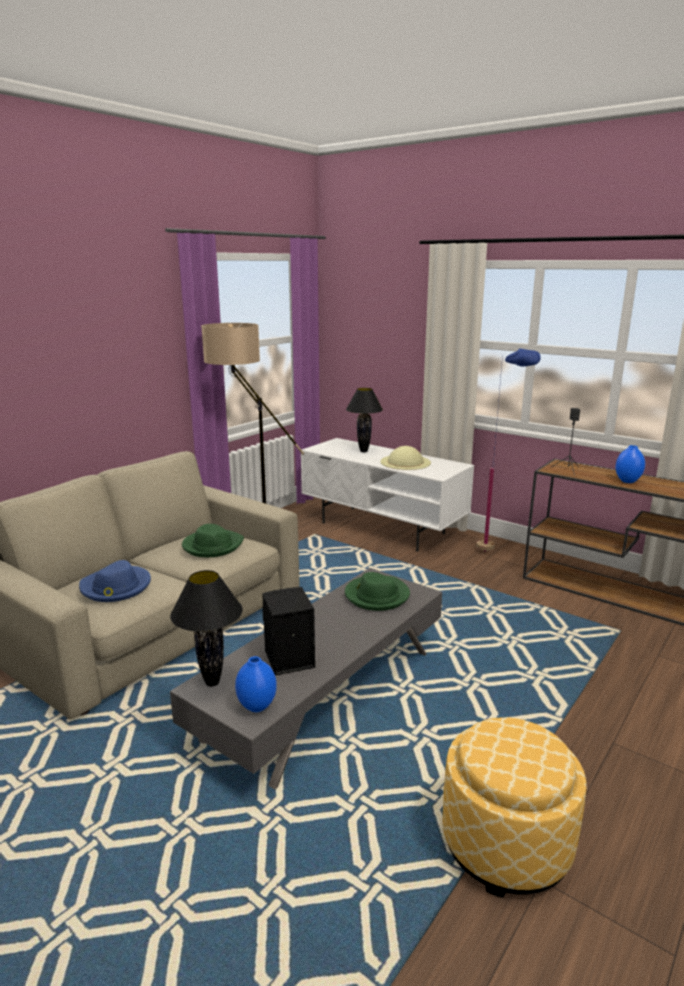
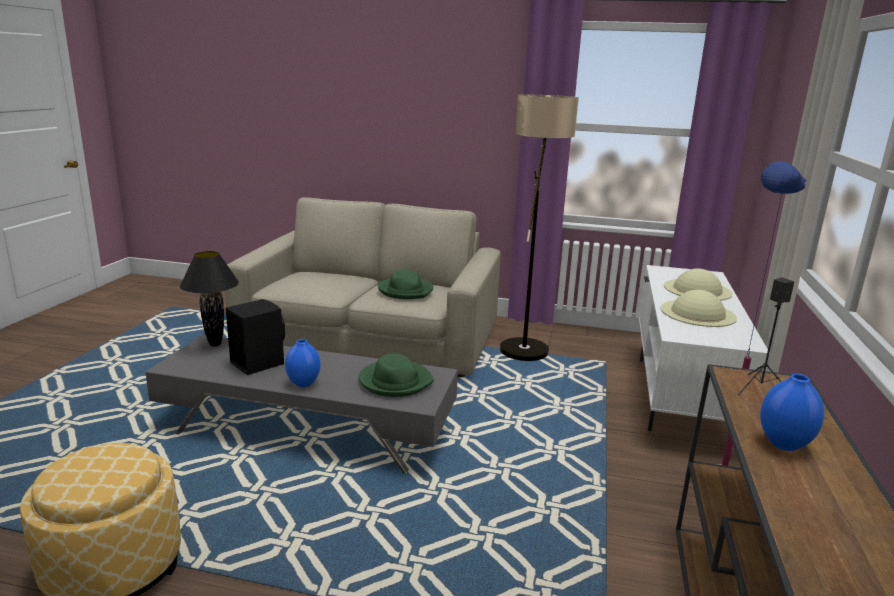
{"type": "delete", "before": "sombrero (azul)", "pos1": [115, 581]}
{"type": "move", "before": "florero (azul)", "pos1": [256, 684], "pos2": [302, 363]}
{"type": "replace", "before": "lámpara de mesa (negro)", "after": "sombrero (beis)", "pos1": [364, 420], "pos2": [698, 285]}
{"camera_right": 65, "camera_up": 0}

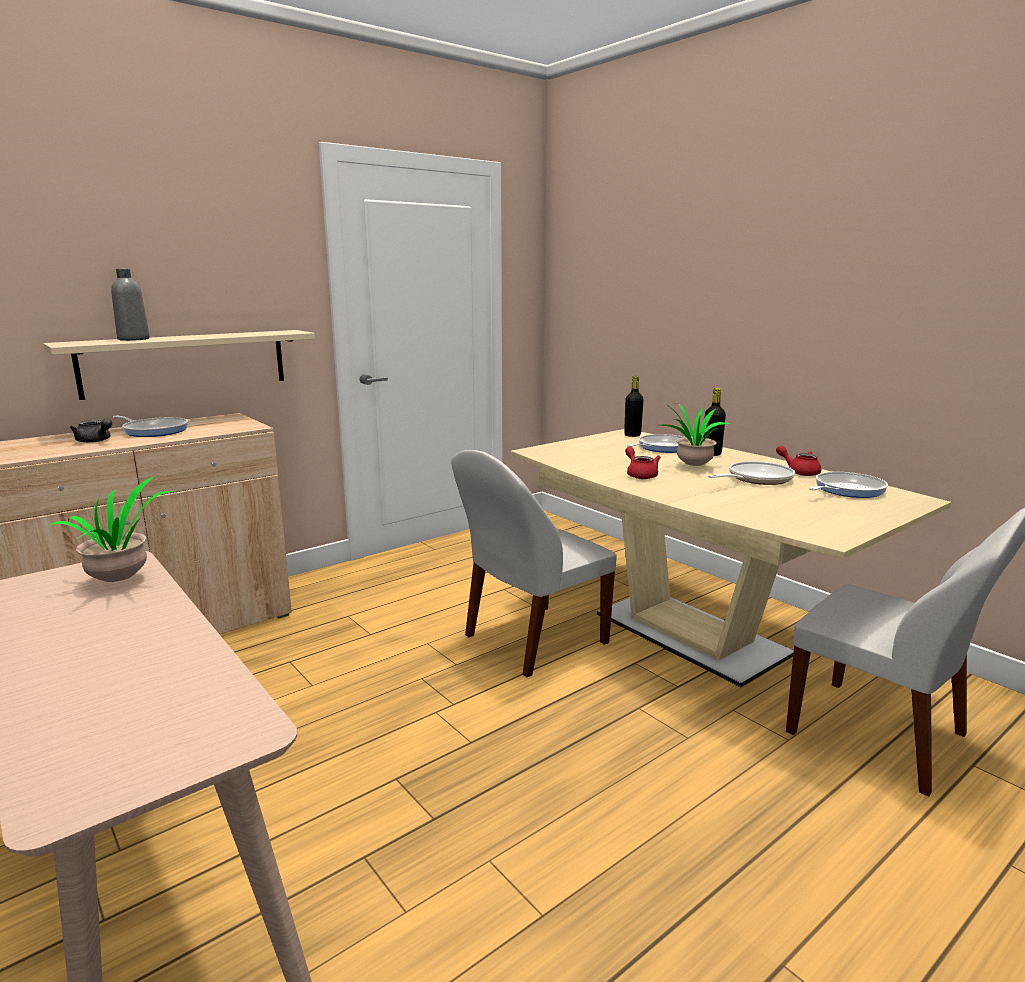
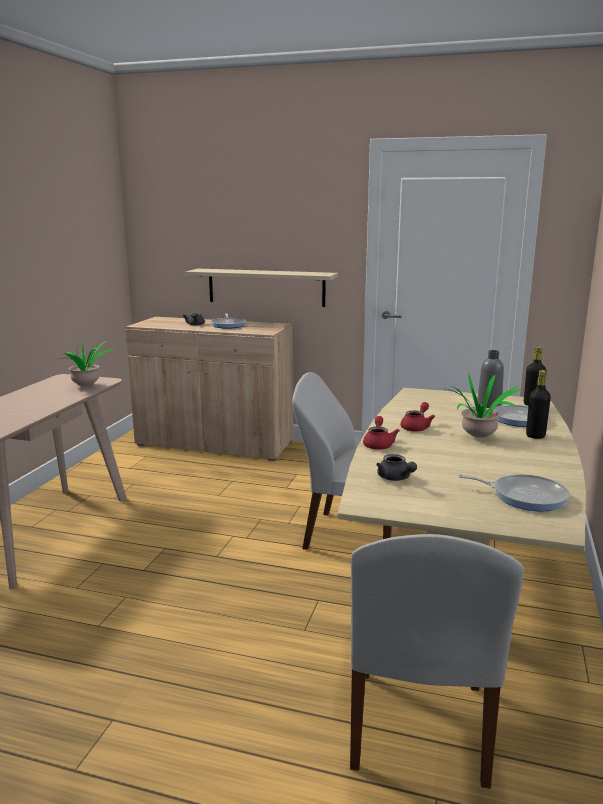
{"type": "delete", "before": "sartén", "pos1": [751, 473]}
{"type": "insert", "after": "tetera (gris)", "pos2": [396, 467]}
{"type": "move", "before": "botella (gris)", "pos1": [130, 305], "pos2": [490, 379]}
{"type": "move", "before": "tetera (rojo)", "pos1": [798, 460], "pos2": [381, 433]}
{"camera_right": 55, "camera_up": 0}

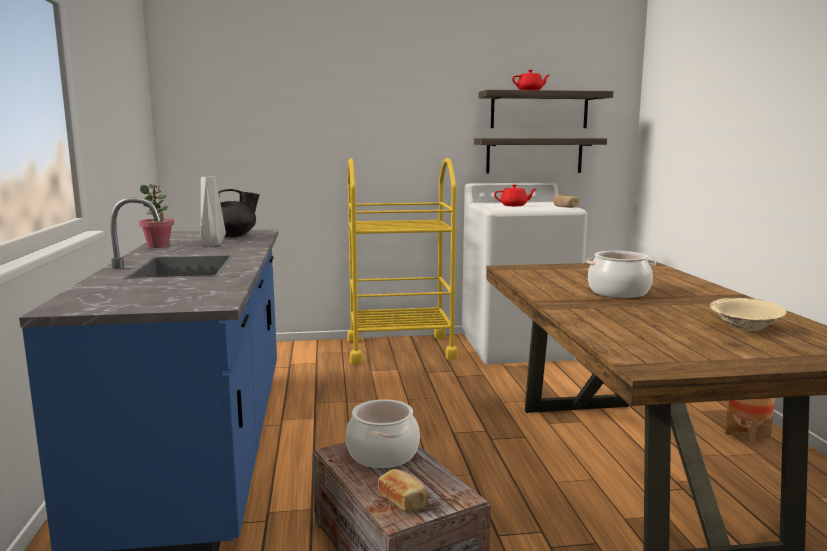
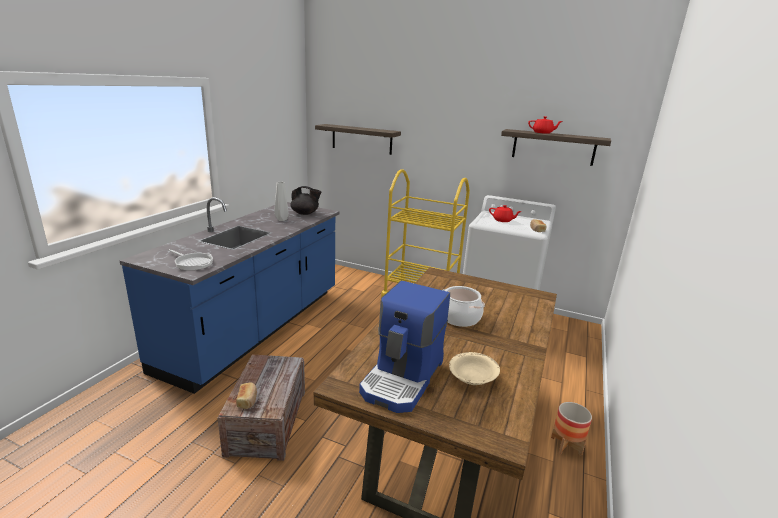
{"type": "delete", "before": "planta en maceta", "pos1": [156, 216]}
{"type": "delete", "before": "olla", "pos1": [383, 433]}
{"type": "insert", "after": "sartén", "pos2": [191, 259]}
{"type": "insert", "after": "cafetera", "pos2": [404, 347]}
{"type": "move", "before": "estante", "pos1": [540, 156], "pos2": [358, 139]}
{"camera_right": 30, "camera_up": 10}

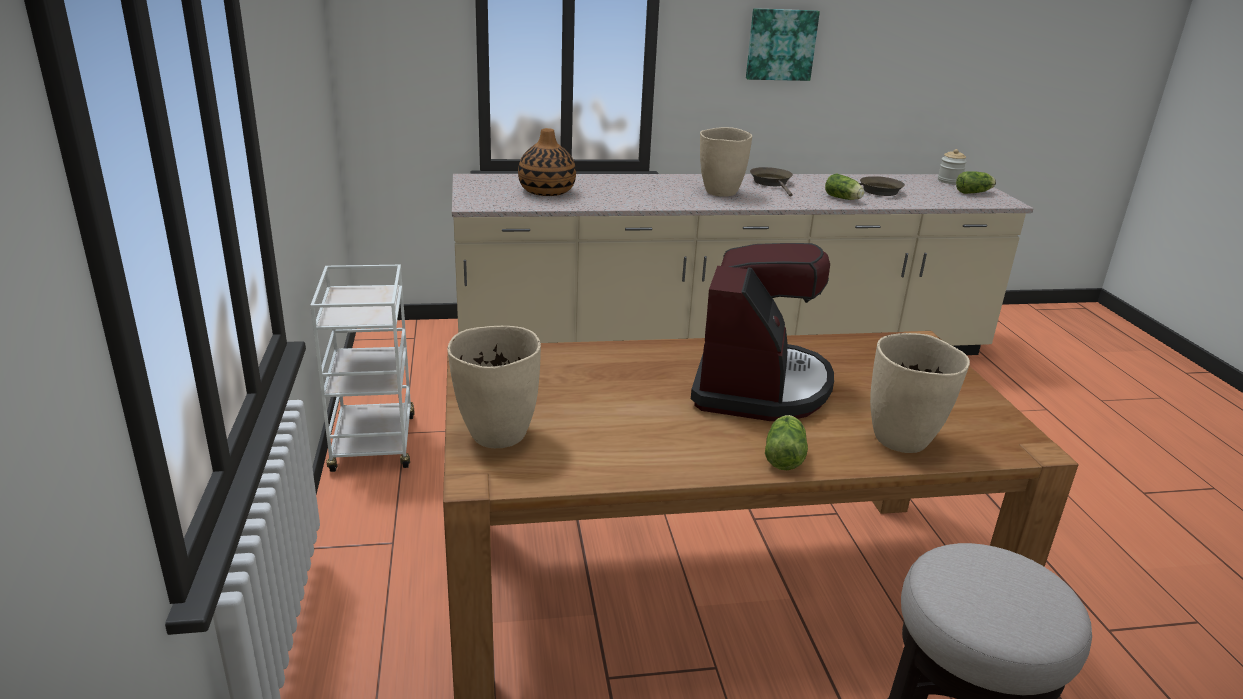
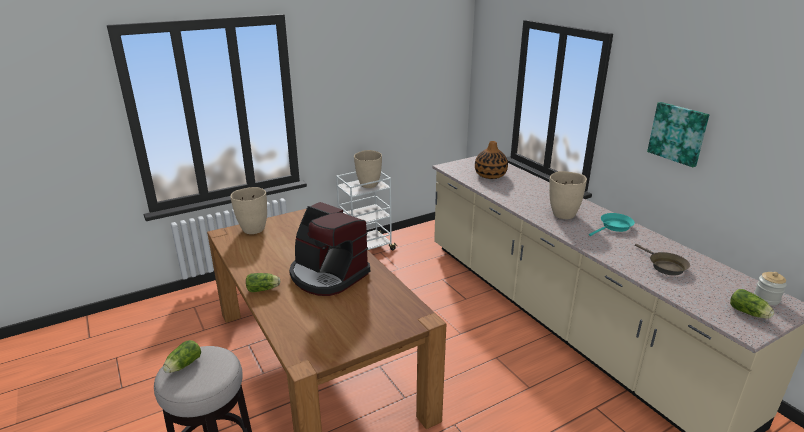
{"type": "move", "before": "lechuga", "pos1": [844, 187], "pos2": [182, 356]}
{"type": "move", "before": "florero (beis)", "pos1": [920, 393], "pos2": [368, 169]}
{"type": "recolor", "before": "sartén (marrón)", "after": "sartén (turquesa)", "pos1": [771, 182], "pos2": [612, 224]}
{"type": "rotate", "before": "cafetera", "pos1": [762, 332], "pos2": [329, 249], "turn": 45}
{"camera_right": 70, "camera_up": 0}

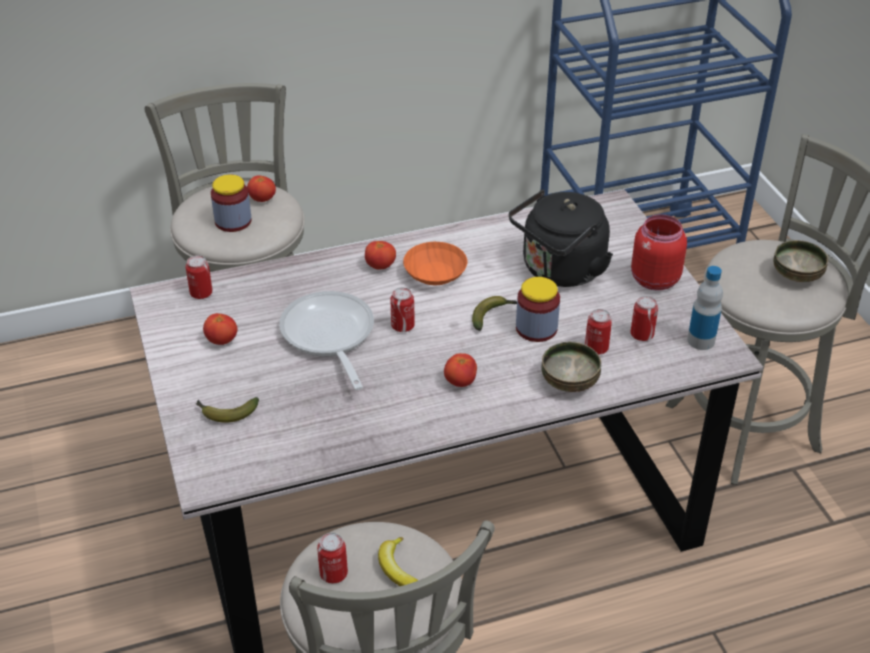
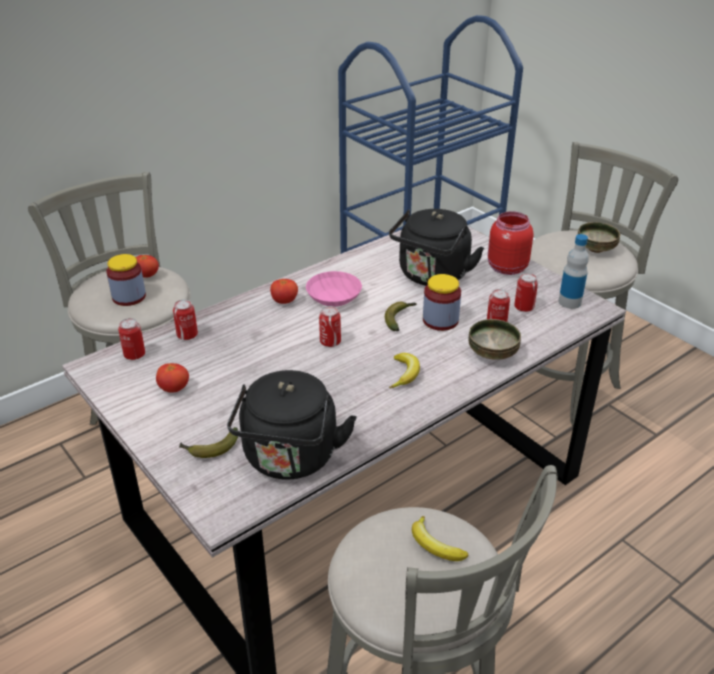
{"type": "delete", "before": "sartén", "pos1": [326, 340]}
{"type": "insert", "after": "hervidor (negro)", "pos2": [292, 424]}
{"type": "move", "before": "lata", "pos1": [332, 558], "pos2": [185, 319]}
{"type": "replace", "before": "tomate", "after": "plátano", "pos1": [460, 370], "pos2": [404, 370]}
{"type": "recolor", "before": "cuenco (naranja)", "after": "cuenco (rosa)", "pos1": [435, 263], "pos2": [334, 289]}
{"camera_right": -20, "camera_up": -5}

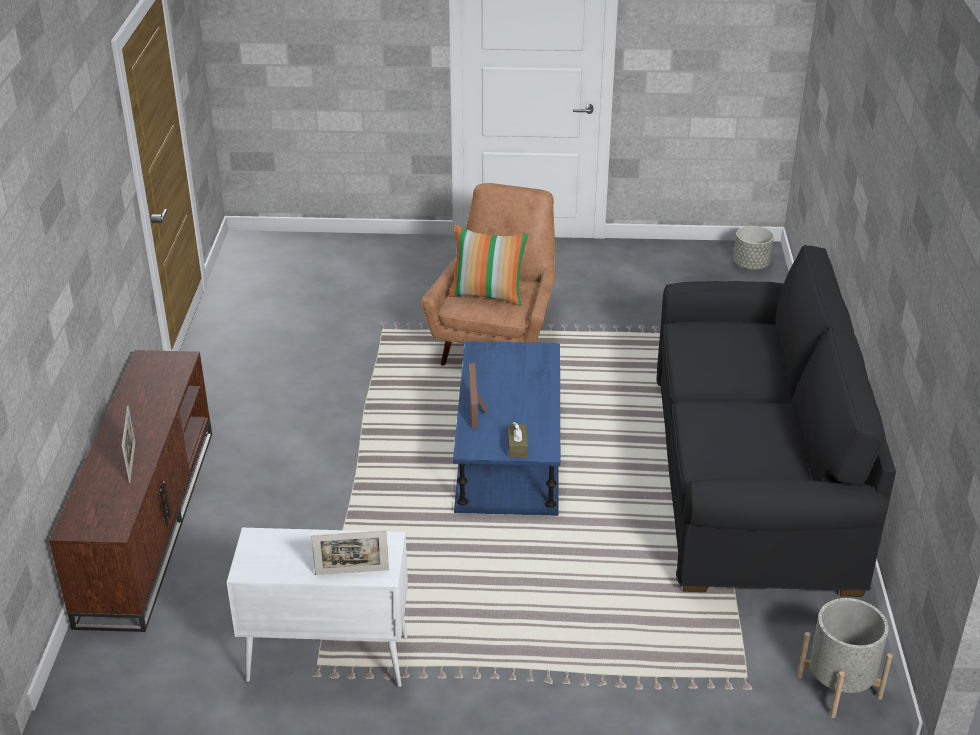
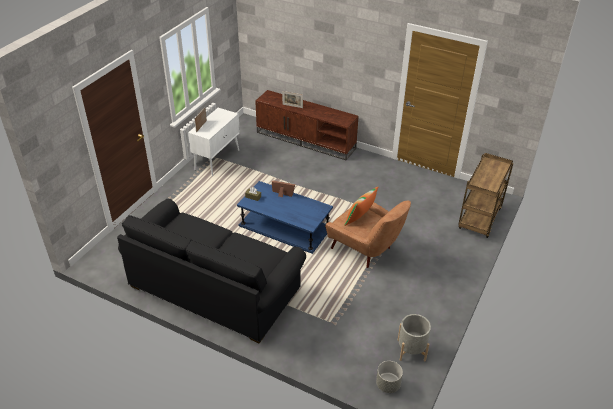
{"type": "insert", "after": "carrito (marrón)", "pos2": [485, 195]}
{"type": "move", "before": "maceta (gris)", "pos1": [845, 658], "pos2": [414, 337]}
{"camera_right": 115, "camera_up": 5}

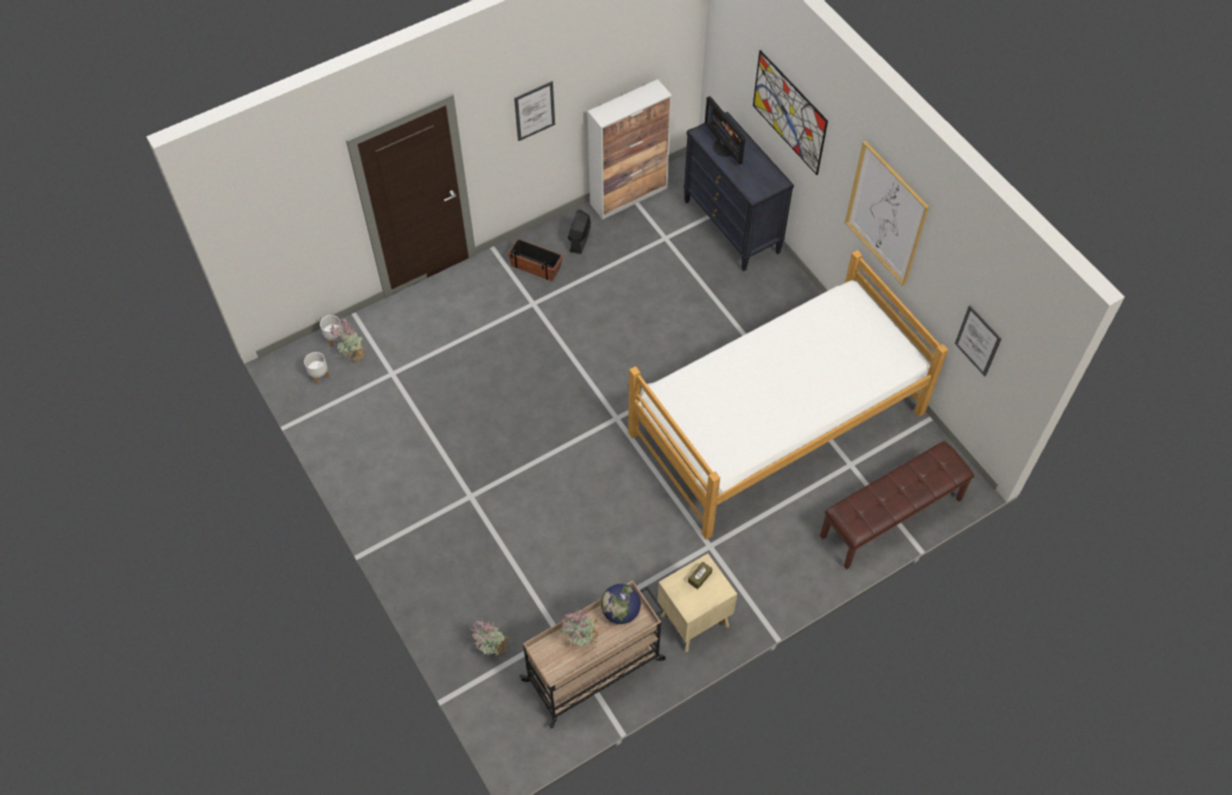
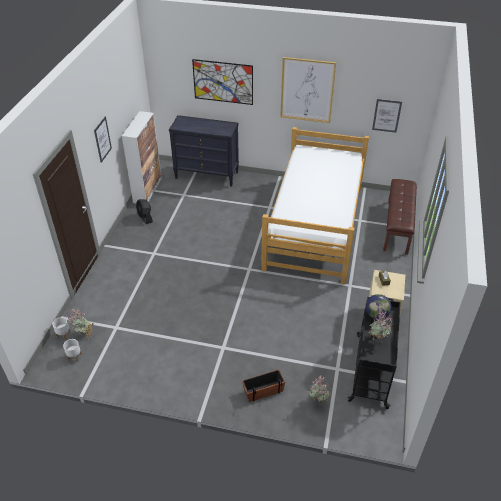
{"type": "delete", "before": "monitor", "pos1": [725, 130]}
{"type": "move", "before": "maceta", "pos1": [535, 259], "pos2": [263, 385]}
{"type": "recolor", "before": "carrito (beis)", "after": "carrito (negro)", "pos1": [592, 654], "pos2": [374, 353]}
{"camera_right": -45, "camera_up": -15}

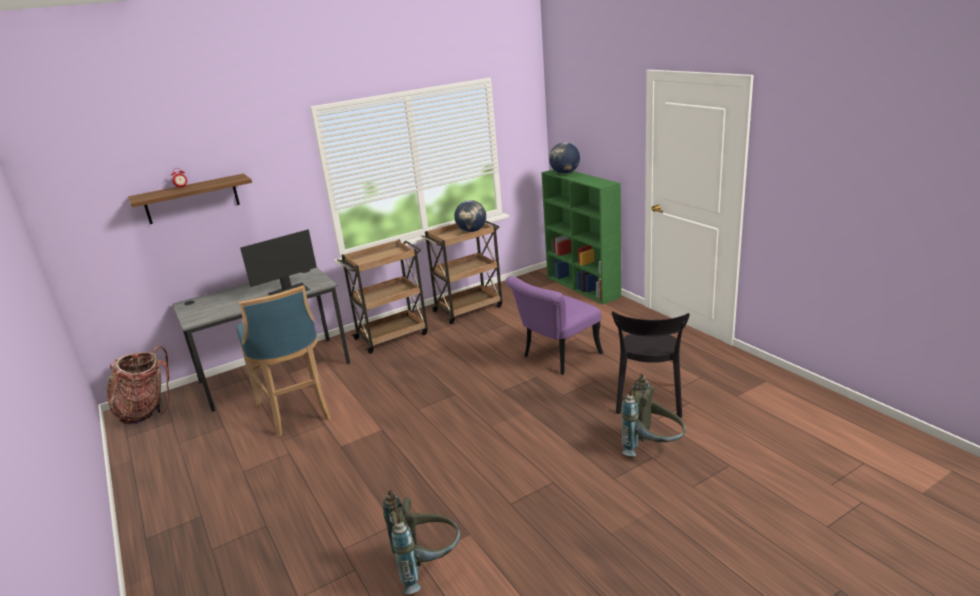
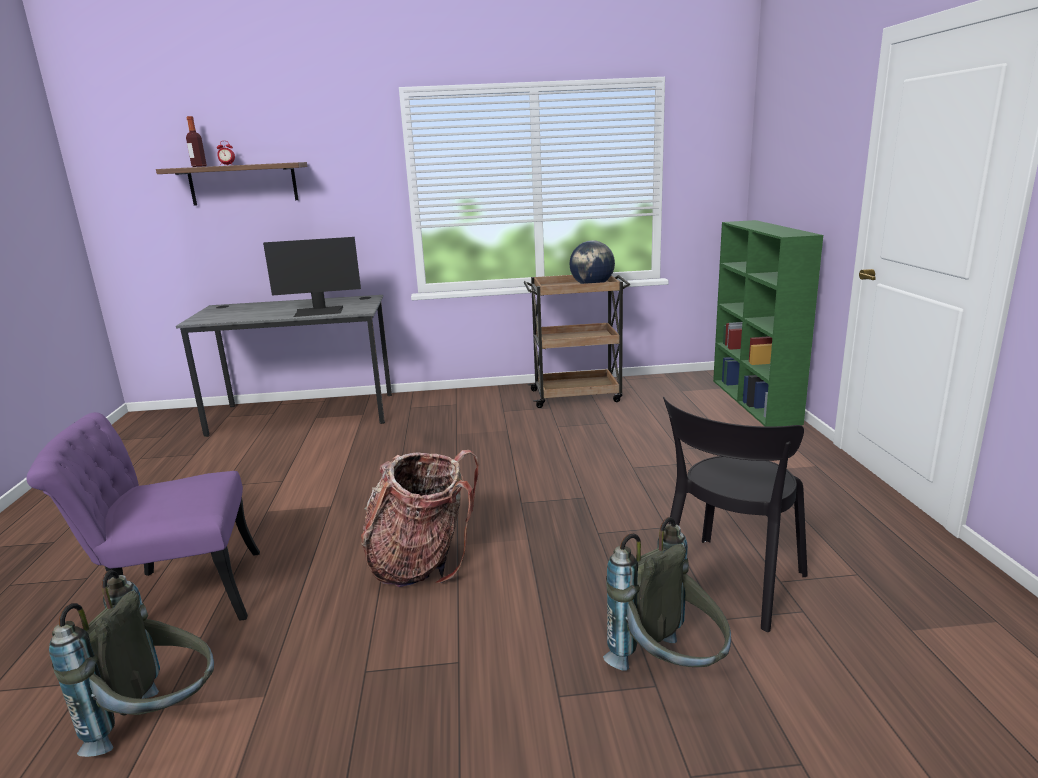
{"type": "delete", "before": "taburete (azul)", "pos1": [283, 361]}
{"type": "delete", "before": "carrito (marrón)", "pos1": [382, 296]}
{"type": "delete", "before": "globo terráqueo", "pos1": [564, 158]}
{"type": "insert", "after": "botella", "pos2": [196, 141]}
{"type": "move", "before": "mochila", "pos1": [138, 385], "pos2": [420, 518]}
{"type": "move", "before": "silla (morado)", "pos1": [554, 325], "pos2": [143, 516]}
{"camera_right": 25, "camera_up": -5}

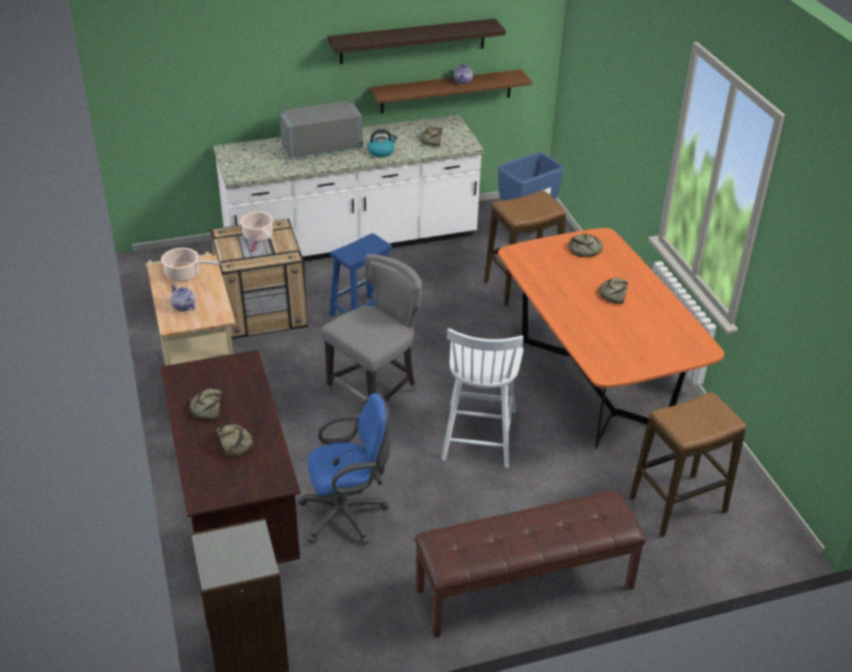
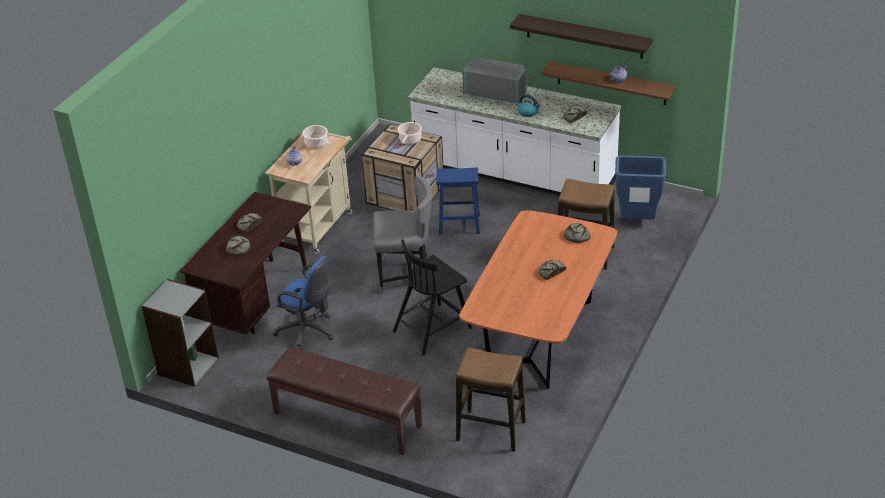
{"type": "recolor", "before": "silla (blanco)", "after": "silla (negro)", "pos1": [482, 398], "pos2": [432, 297]}
{"camera_right": 45, "camera_up": 0}

